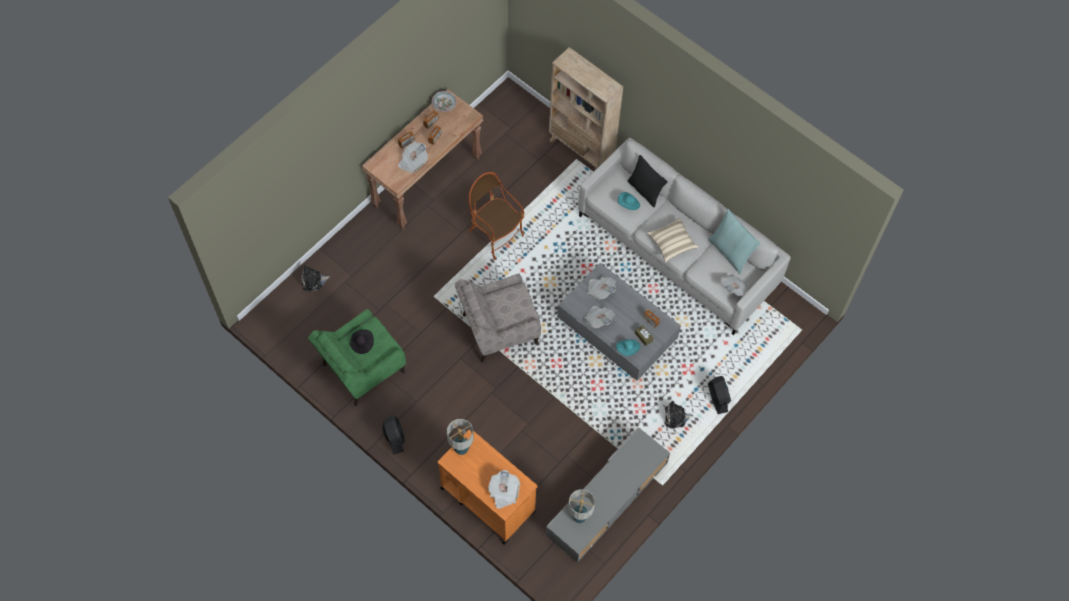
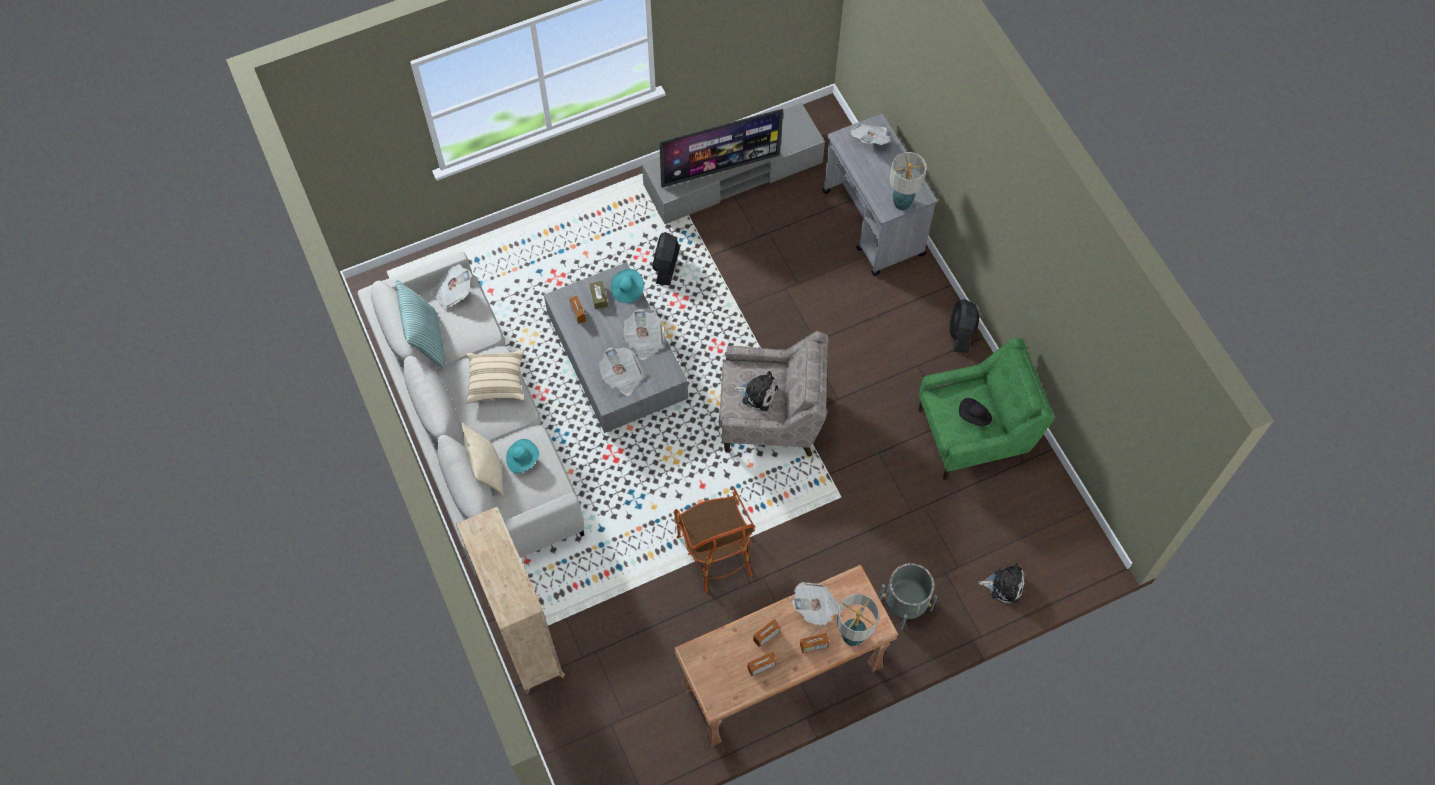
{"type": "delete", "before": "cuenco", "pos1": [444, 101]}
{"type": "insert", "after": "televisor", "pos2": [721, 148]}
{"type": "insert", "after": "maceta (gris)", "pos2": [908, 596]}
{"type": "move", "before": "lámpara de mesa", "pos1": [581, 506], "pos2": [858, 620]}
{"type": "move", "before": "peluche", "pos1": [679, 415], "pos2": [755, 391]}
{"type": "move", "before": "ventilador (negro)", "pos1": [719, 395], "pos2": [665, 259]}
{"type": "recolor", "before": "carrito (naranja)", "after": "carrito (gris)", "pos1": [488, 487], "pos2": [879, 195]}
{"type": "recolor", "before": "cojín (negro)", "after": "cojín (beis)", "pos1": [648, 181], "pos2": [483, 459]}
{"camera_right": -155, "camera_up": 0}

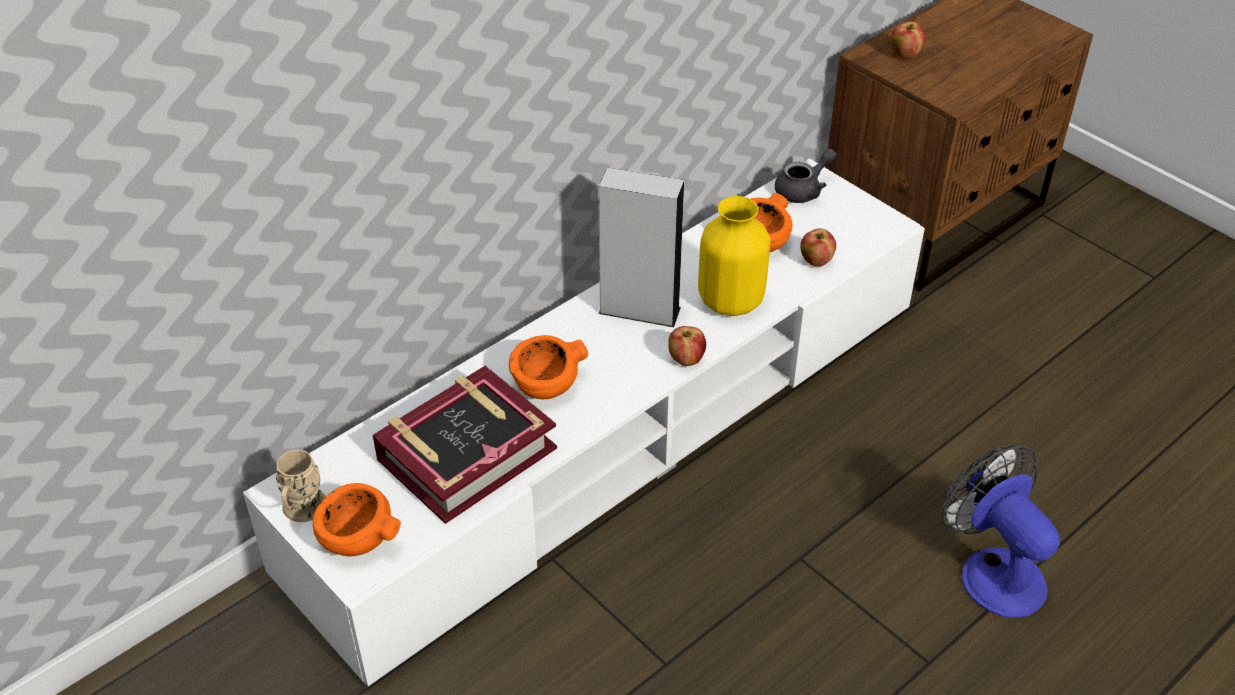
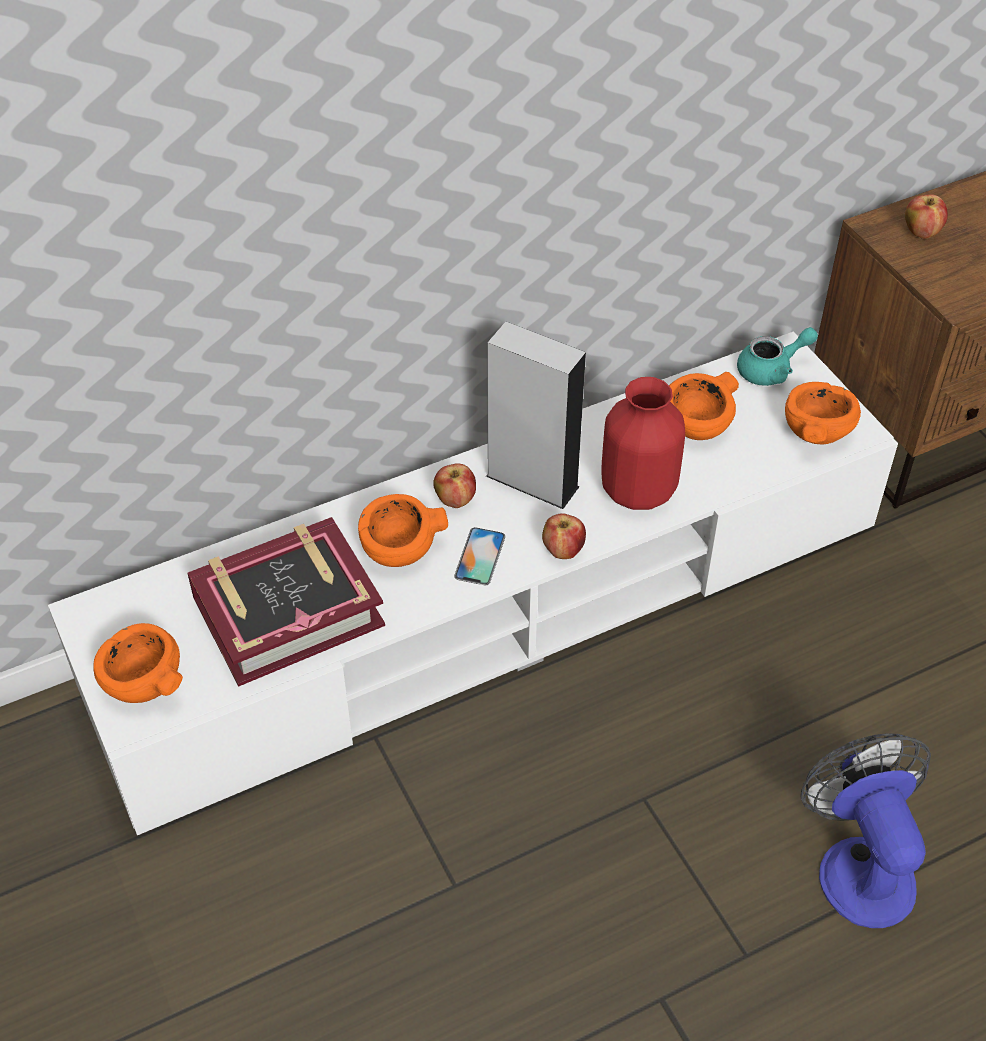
{"type": "delete", "before": "taza grande (beis)", "pos1": [301, 486]}
{"type": "insert", "after": "móvil", "pos2": [479, 556]}
{"type": "insert", "after": "cuenco (naranja)", "pos2": [823, 413]}
{"type": "move", "before": "manzana", "pos1": [818, 247], "pos2": [454, 485]}
{"type": "recolor", "before": "florero (amarillo)", "after": "florero (rojo)", "pos1": [734, 256], "pos2": [643, 443]}
{"type": "recolor", "before": "tetera (gris)", "after": "tetera (turquesa)", "pos1": [806, 176], "pos2": [777, 356]}
{"camera_right": 15, "camera_up": 5}

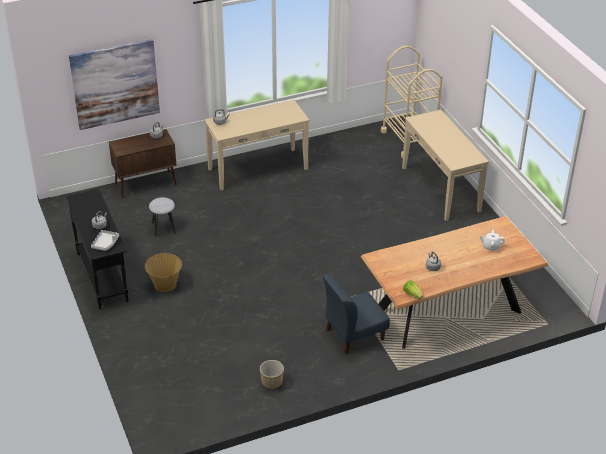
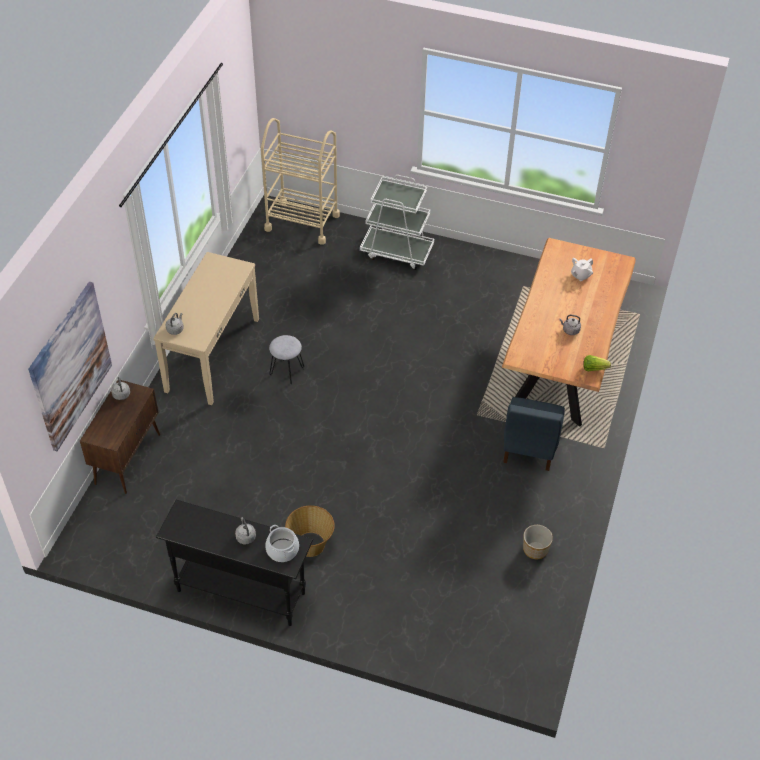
{"type": "move", "before": "taburete (gris)", "pos1": [162, 217], "pos2": [286, 360]}
{"type": "replace", "before": "bandeja (gris)", "after": "olla", "pos1": [105, 240], "pos2": [282, 543]}
{"type": "replace", "before": "mesa consola (beis)", "after": "carrito (blanco)", "pos1": [445, 165], "pos2": [397, 222]}
{"camera_right": -50, "camera_up": 10}

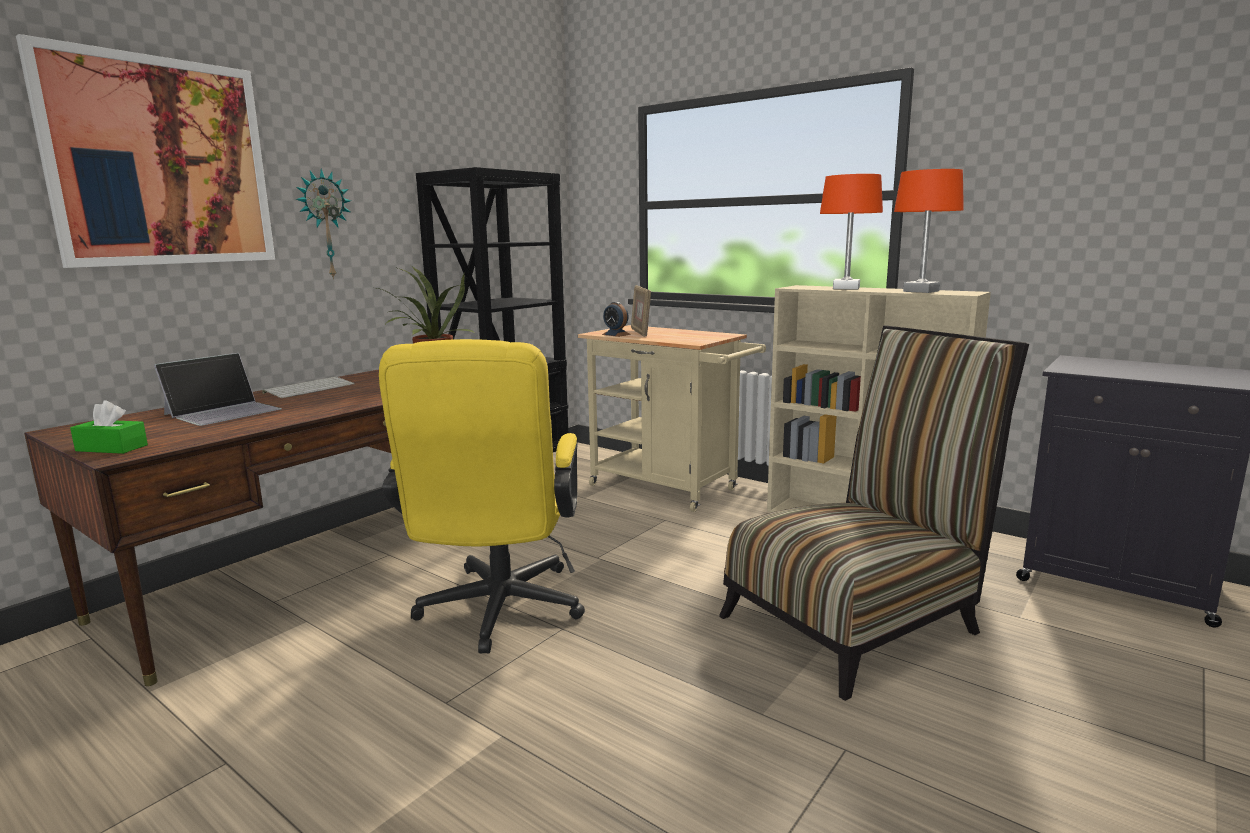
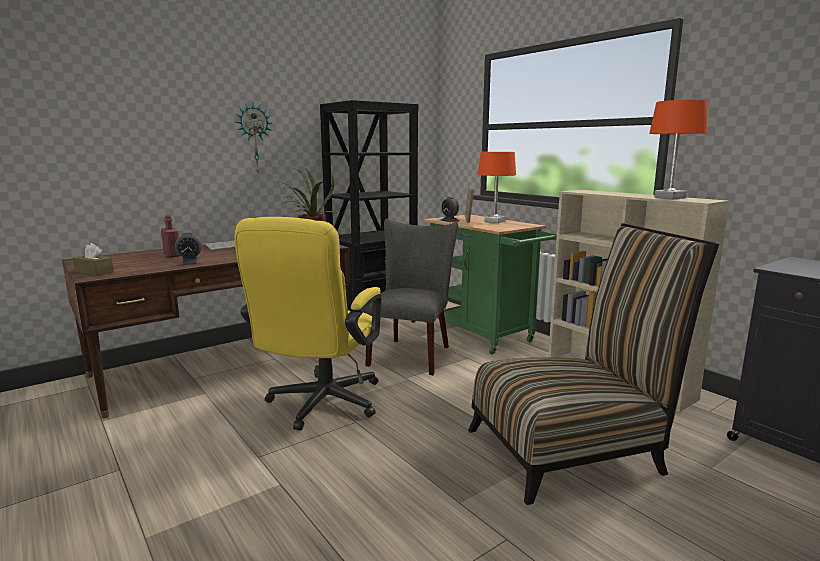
{"type": "delete", "before": "cuadro", "pos1": [145, 151]}
{"type": "insert", "after": "despertador", "pos2": [188, 248]}
{"type": "insert", "after": "silla (gris)", "pos2": [411, 297]}
{"type": "move", "before": "lámpara de mesa (naranja)", "pos1": [851, 232], "pos2": [497, 187]}
{"type": "replace", "before": "portátil", "after": "botella (rojo)", "pos1": [218, 389], "pos2": [170, 236]}
{"type": "recolor", "before": "caja de pañuelos (verde)", "after": "caja de pañuelos (marrón)", "pos1": [109, 427], "pos2": [93, 259]}
{"type": "recolor", "before": "carrito (beis)", "after": "carrito (verde)", "pos1": [672, 418], "pos2": [490, 285]}
{"camera_right": 15, "camera_up": 0}

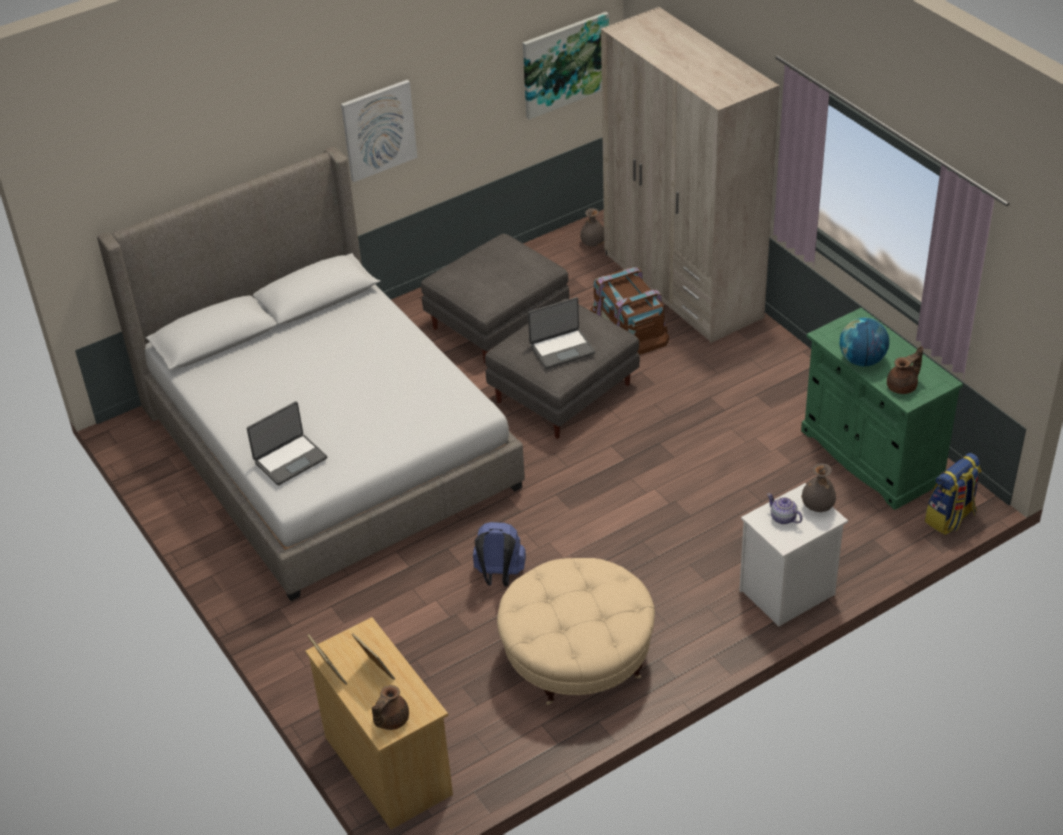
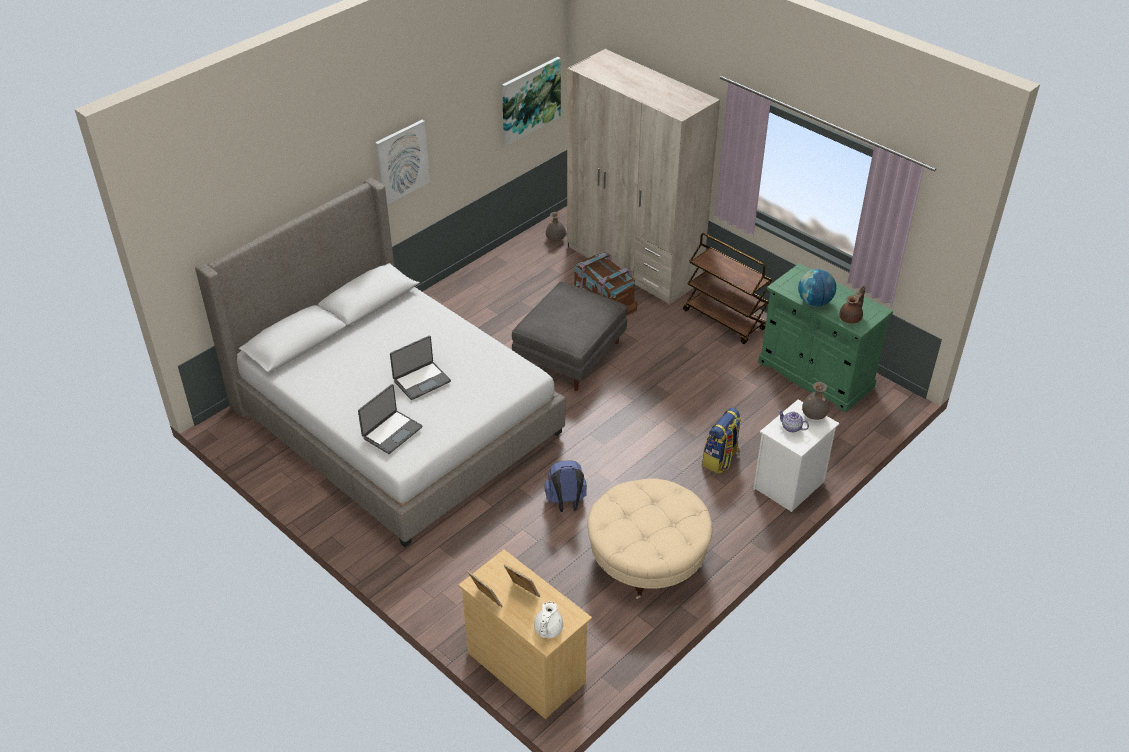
{"type": "delete", "before": "puf (gris)", "pos1": [495, 298]}
{"type": "insert", "after": "carrito (marrón)", "pos2": [727, 288]}
{"type": "move", "before": "portátil", "pos1": [561, 333], "pos2": [420, 367]}
{"type": "move", "before": "mochila", "pos1": [953, 494], "pos2": [722, 441]}
{"type": "recolor", "before": "tetera (marrón)", "after": "tetera (blanco)", "pos1": [390, 707], "pos2": [548, 619]}
{"camera_right": -15, "camera_up": 0}

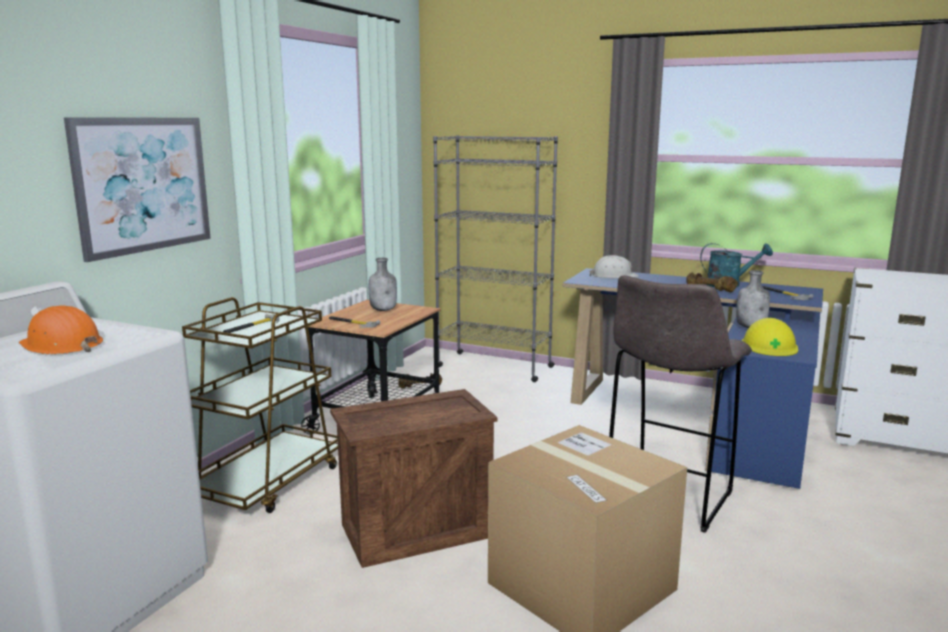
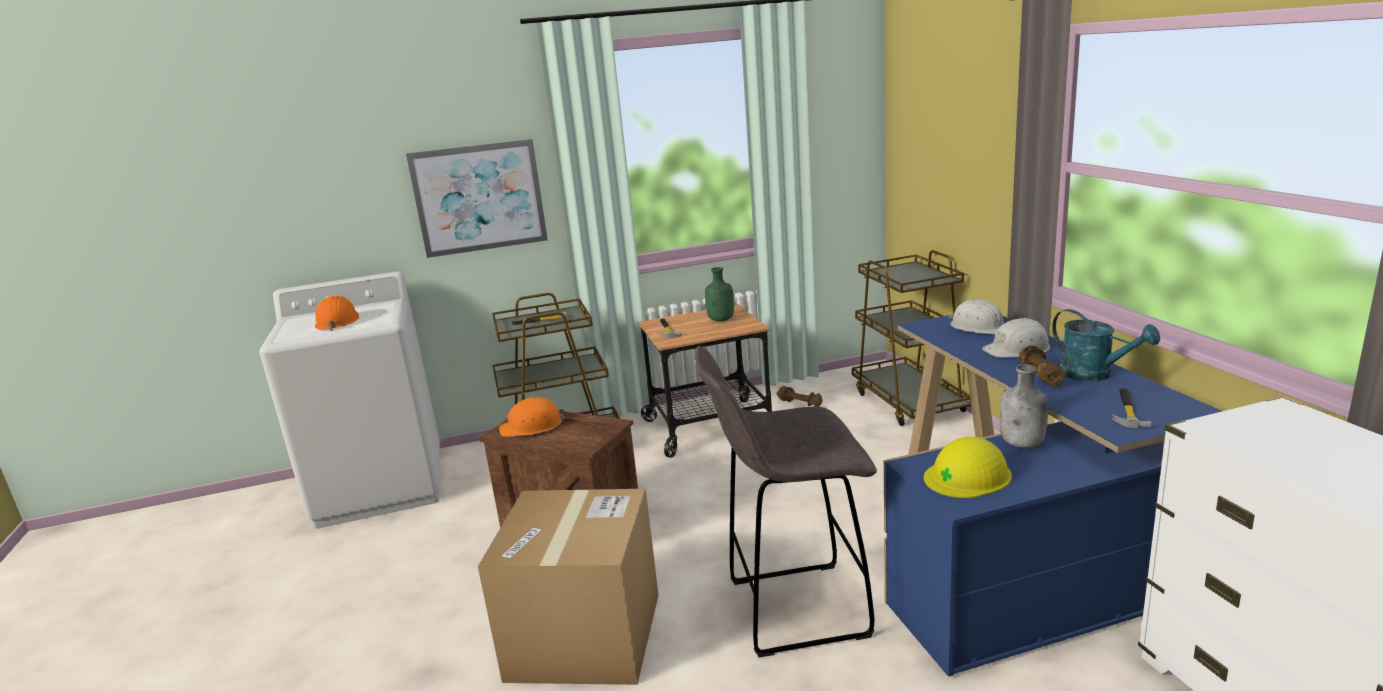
{"type": "insert", "after": "casco (naranja)", "pos2": [532, 417]}
{"type": "insert", "after": "casco (blanco)", "pos2": [1016, 338]}
{"type": "replace", "before": "estantería (gris)", "after": "carrito (marrón)", "pos1": [495, 258], "pos2": [911, 338]}
{"type": "recolor", "before": "botella (gris)", "after": "botella (verde)", "pos1": [383, 284], "pos2": [719, 294]}
{"camera_right": 50, "camera_up": 5}

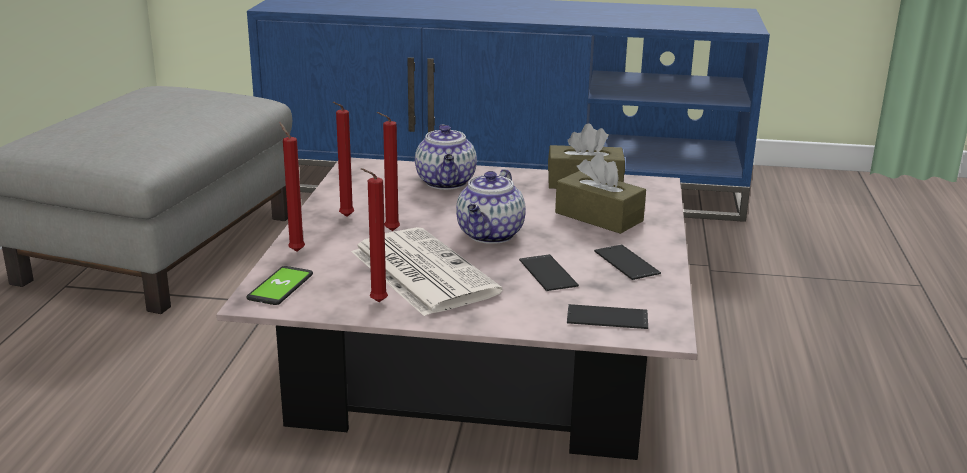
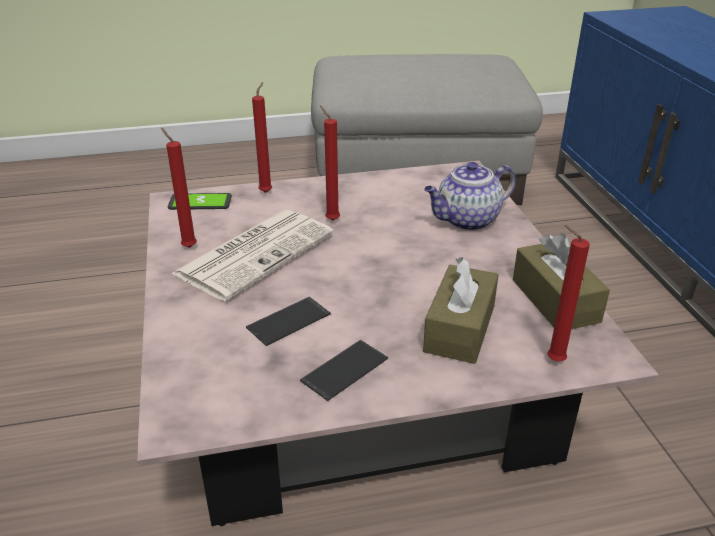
{"type": "delete", "before": "tetera", "pos1": [491, 206]}
{"type": "delete", "before": "móvil", "pos1": [607, 316]}
{"type": "move", "before": "vela (rojo)", "pos1": [343, 159], "pos2": [568, 293]}
{"camera_right": 70, "camera_up": 10}

